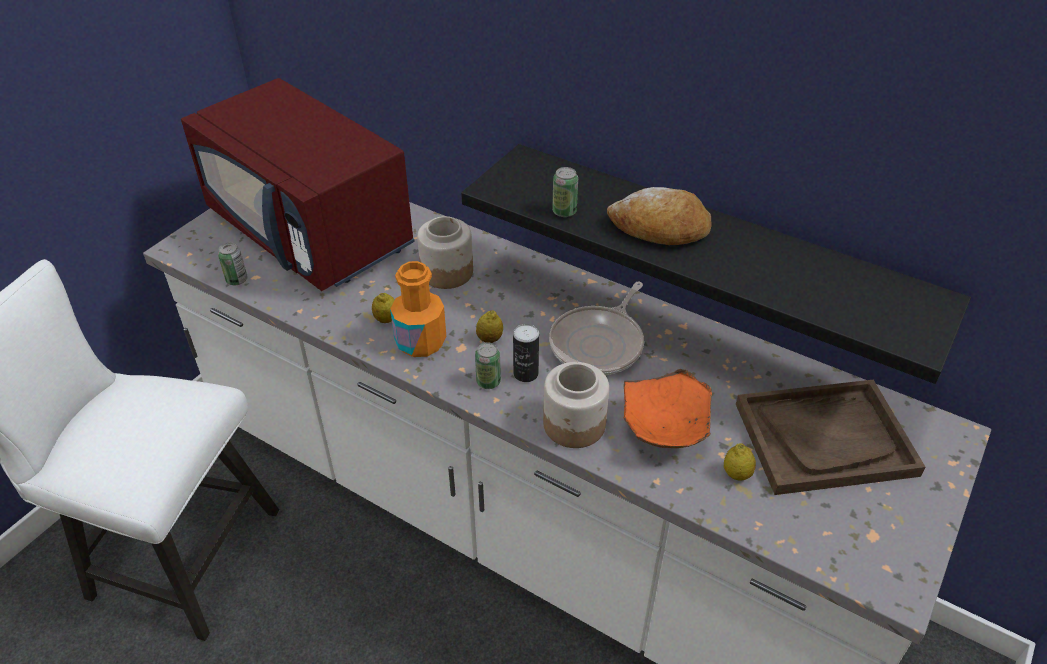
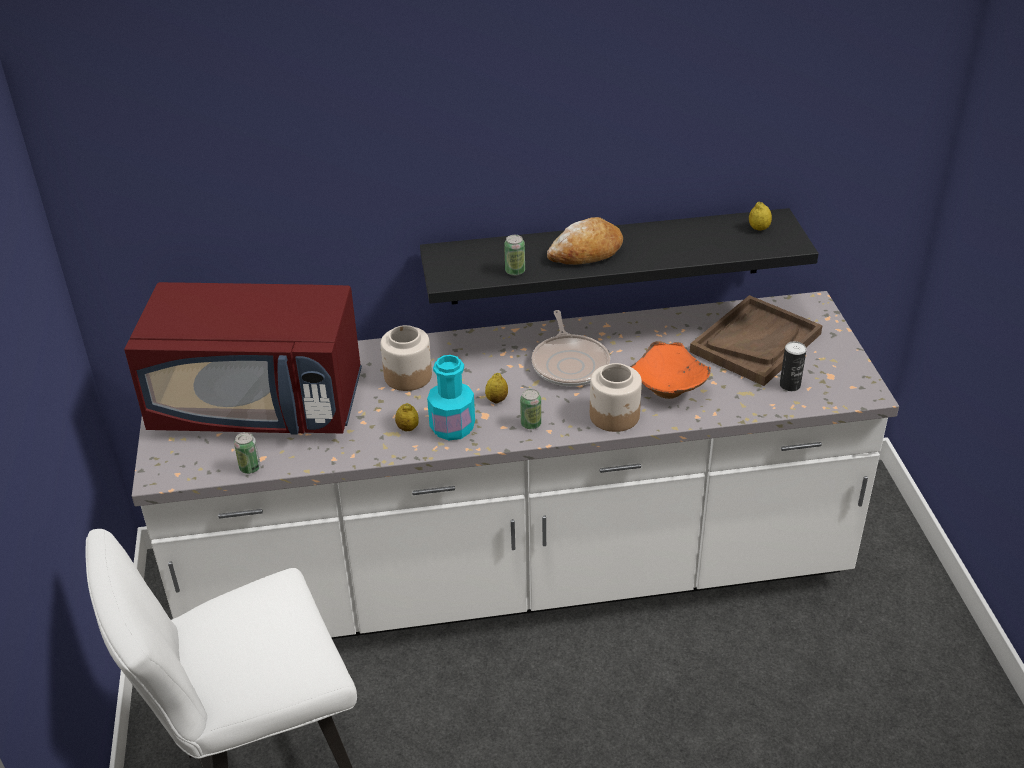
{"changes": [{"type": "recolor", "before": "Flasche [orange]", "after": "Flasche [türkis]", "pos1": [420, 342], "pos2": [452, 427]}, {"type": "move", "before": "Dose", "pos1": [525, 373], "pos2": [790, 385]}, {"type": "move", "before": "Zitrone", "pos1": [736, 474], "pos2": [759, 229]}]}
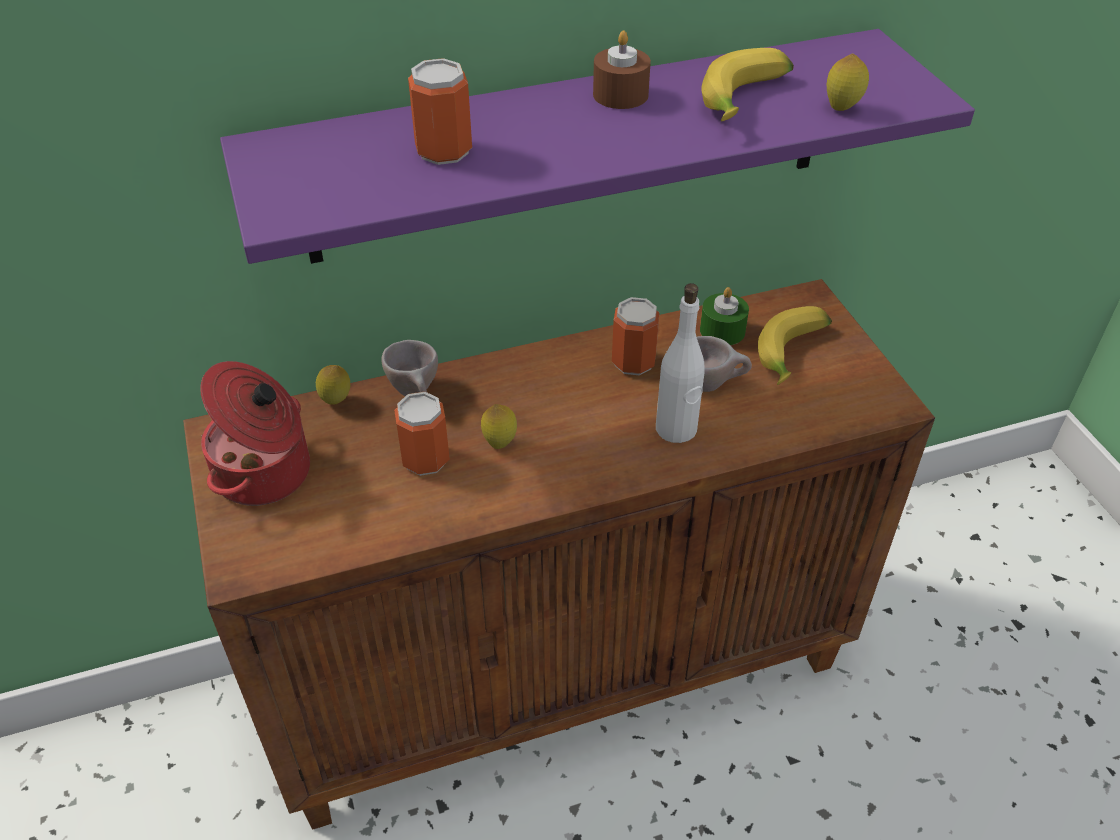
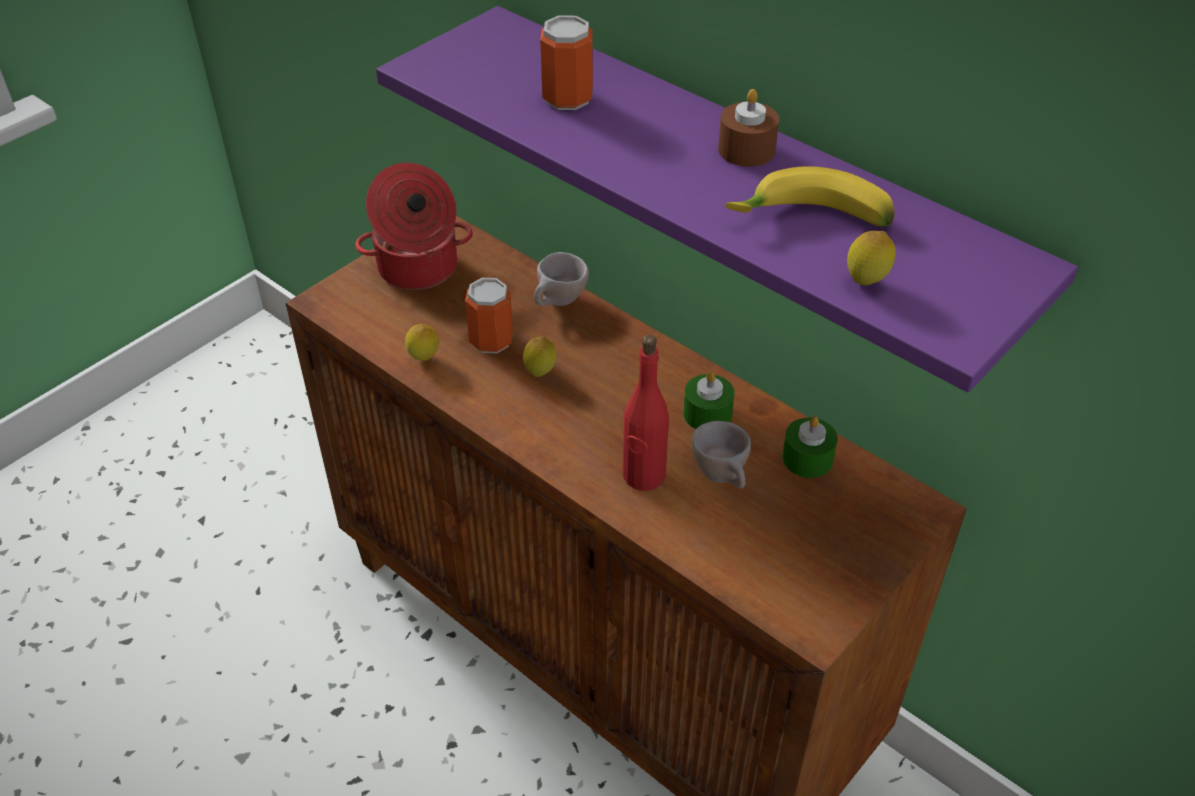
{"changes": [{"type": "move", "before": "Zitrone", "pos1": [336, 402], "pos2": [424, 359]}, {"type": "replace", "before": "Dose", "after": "Kerze [grün]", "pos1": [633, 362], "pos2": [707, 414]}, {"type": "recolor", "before": "Flasche [weiß]", "after": "Flasche [rot]", "pos1": [676, 429], "pos2": [643, 475]}, {"type": "delete", "before": "Banane", "pos1": [794, 355]}]}
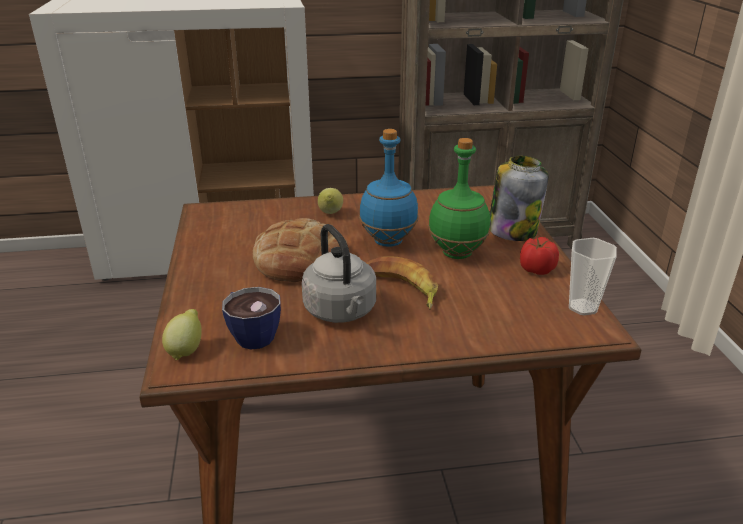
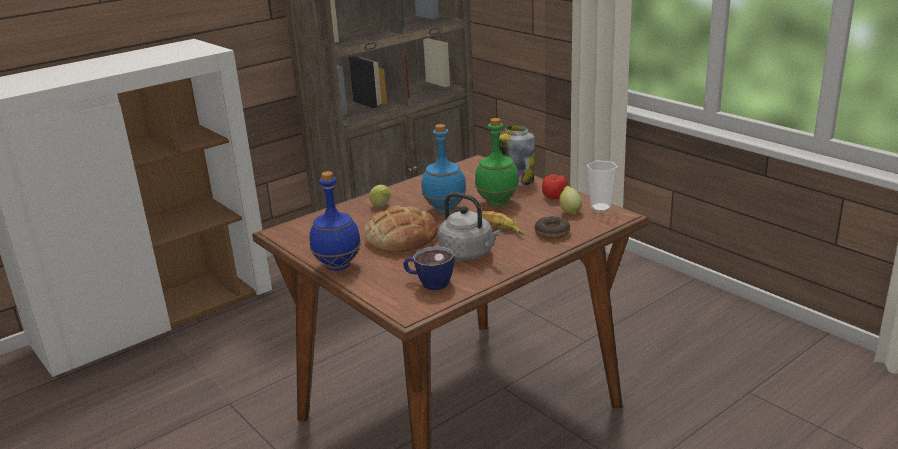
{"changes": [{"type": "move", "before": "Zitrone", "pos1": [186, 350], "pos2": [569, 211]}, {"type": "insert", "after": "Flasche [blau]", "pos2": [338, 266]}, {"type": "insert", "after": "Donut", "pos2": [552, 233]}]}
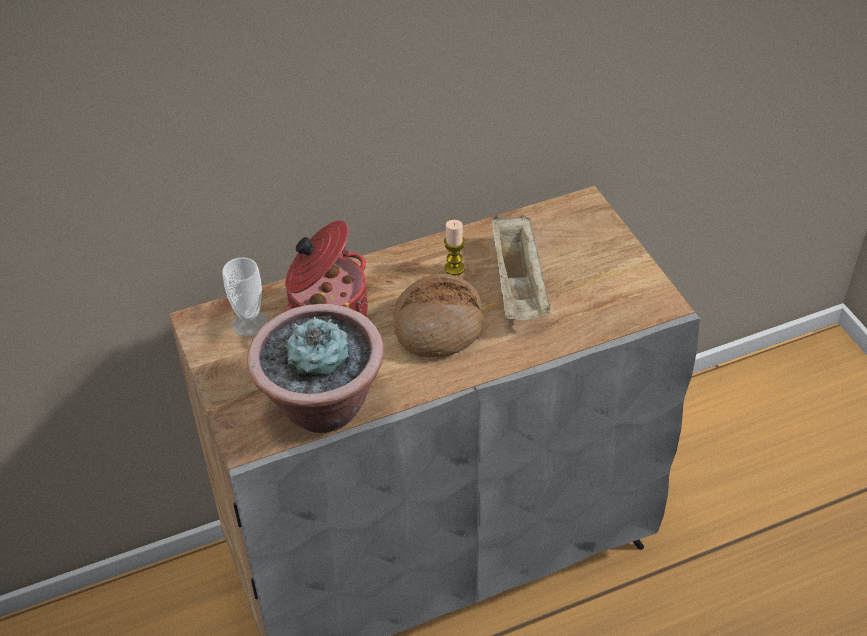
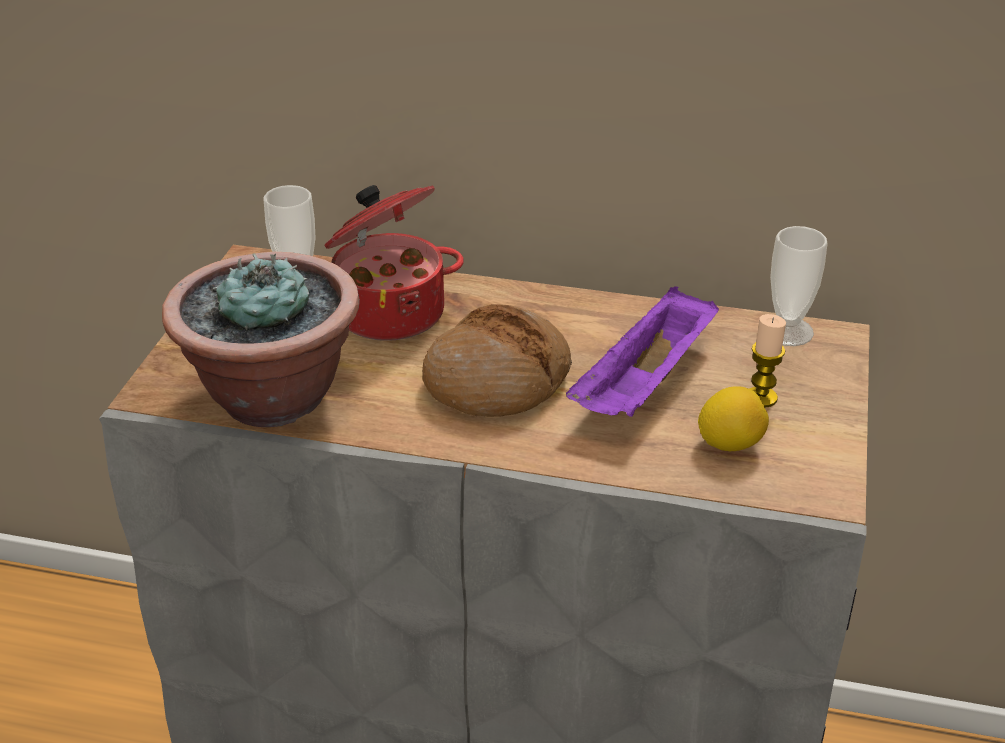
{"changes": [{"type": "move", "before": "Kerze", "pos1": [454, 268], "pos2": [761, 397]}, {"type": "recolor", "before": "Tablett [beige]", "after": "Tablett [lila]", "pos1": [519, 286], "pos2": [645, 385]}, {"type": "insert", "after": "Zitrone", "pos2": [730, 444]}, {"type": "insert", "after": "Tasse", "pos2": [787, 331]}]}
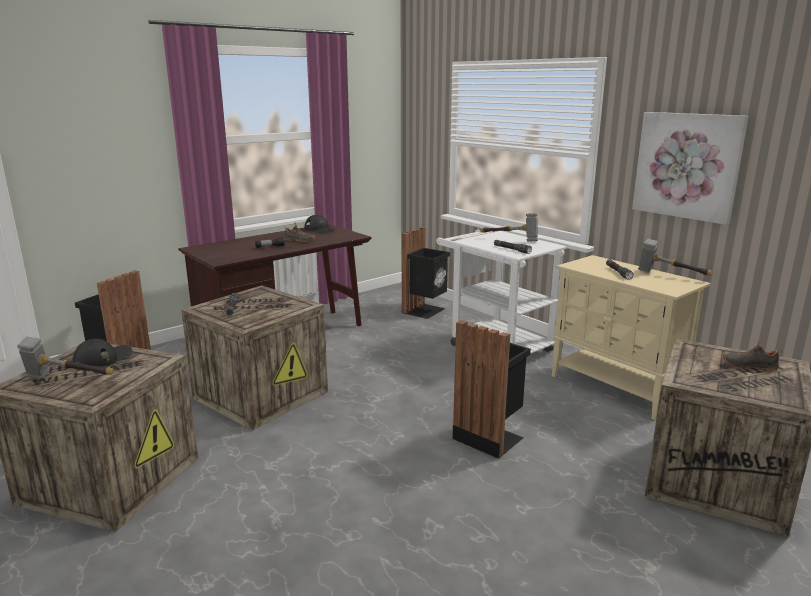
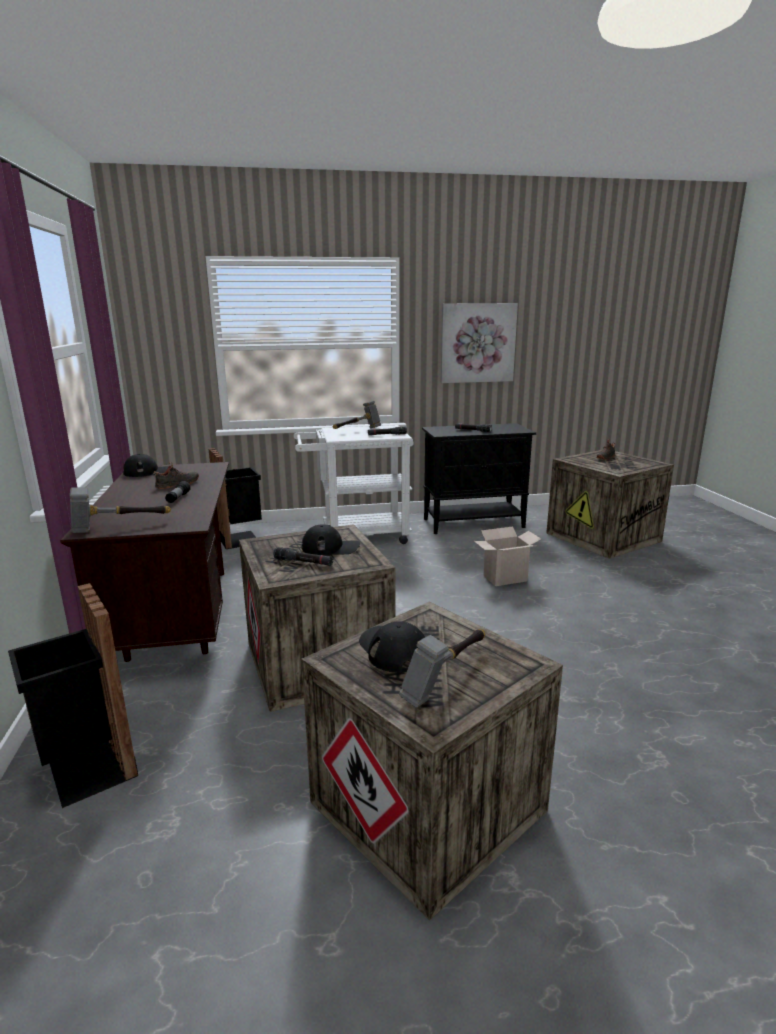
{"changes": [{"type": "replace", "before": "Mülleimer [schwarz]", "after": "Karton", "pos1": [489, 436], "pos2": [504, 579]}, {"type": "recolor", "before": "Schrank [beige]", "after": "Schrank [schwarz]", "pos1": [617, 388], "pos2": [474, 523]}, {"type": "move", "before": "Hammer", "pos1": [670, 275], "pos2": [119, 527]}, {"type": "insert", "after": "Kappe [schwarz]", "pos2": [331, 548]}]}
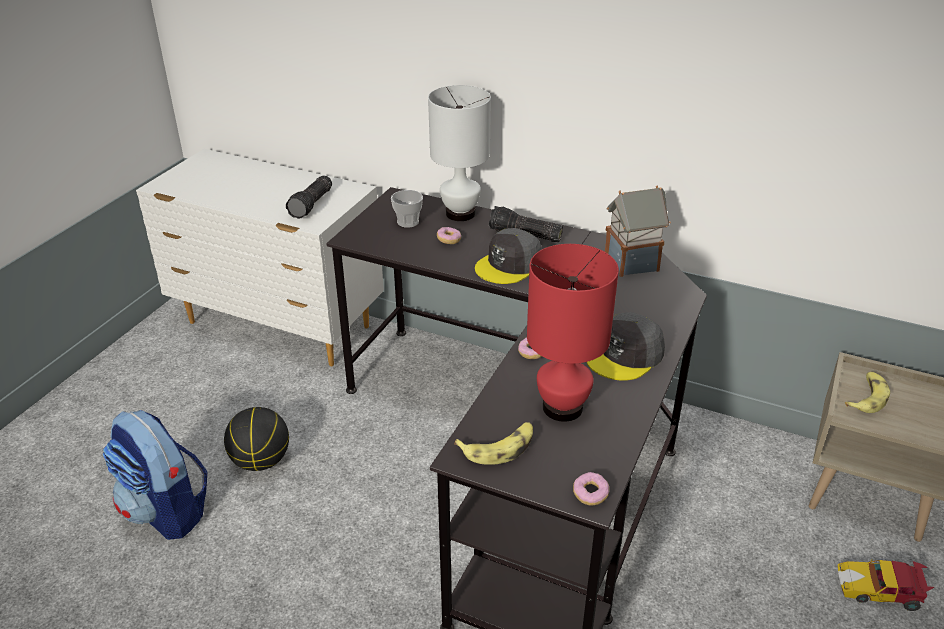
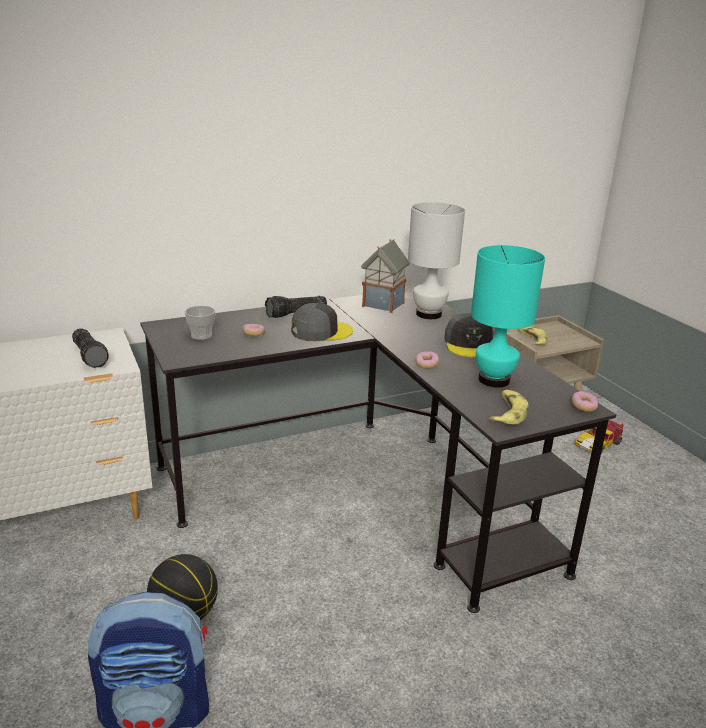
{"changes": [{"type": "move", "before": "Tischlampe [weiß]", "pos1": [459, 214], "pos2": [428, 314]}, {"type": "rotate", "before": "Kappe [grau]", "pos1": [509, 265], "pos2": [321, 331], "turn": -105}, {"type": "recolor", "before": "Tischlampe [rot]", "after": "Tischlampe [türkis]", "pos1": [562, 407], "pos2": [493, 380]}]}
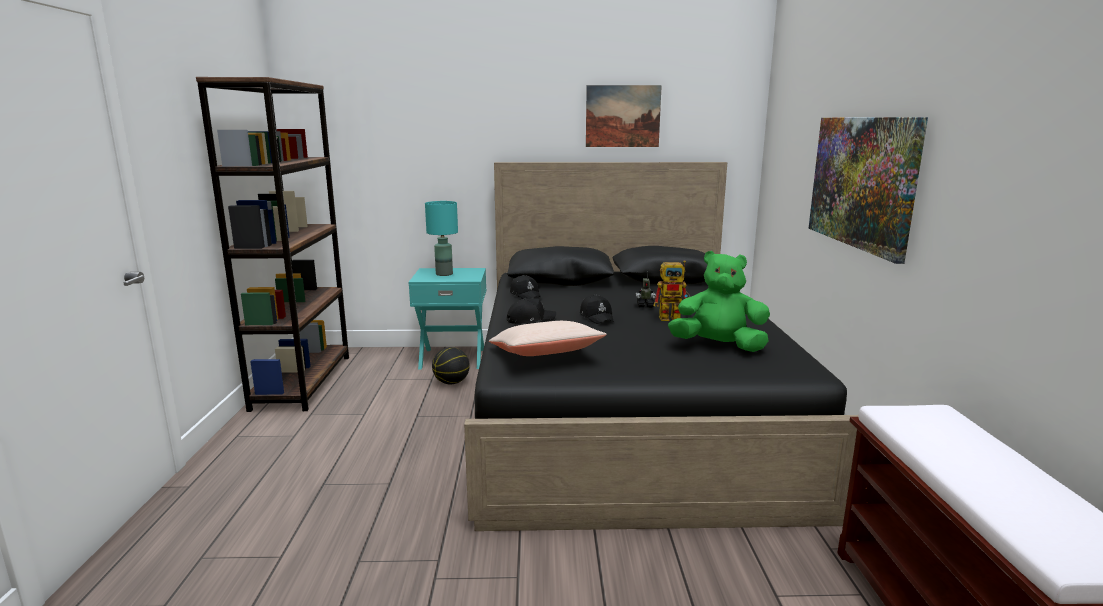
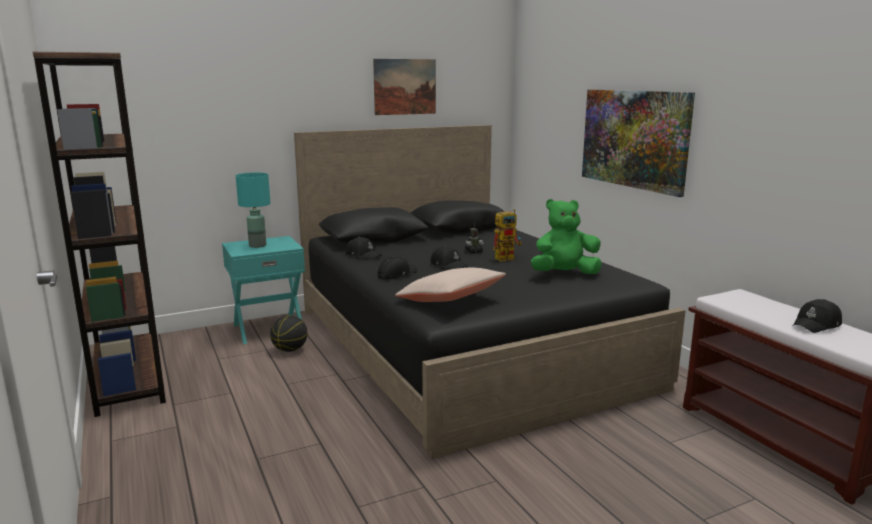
{"changes": [{"type": "insert", "after": "Kappe [schwarz]", "pos2": [817, 325]}]}
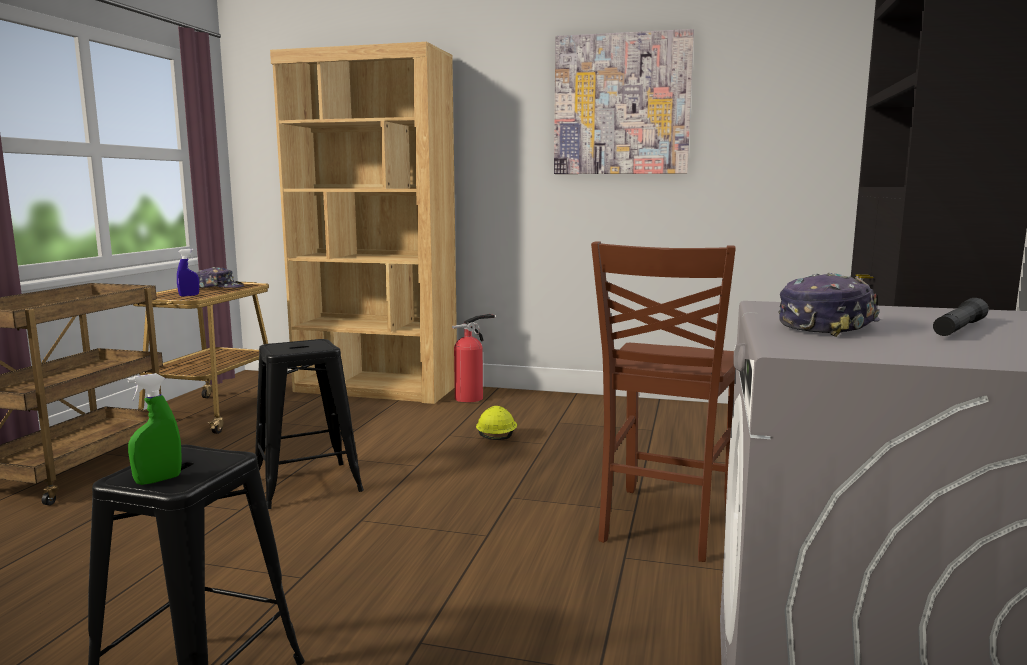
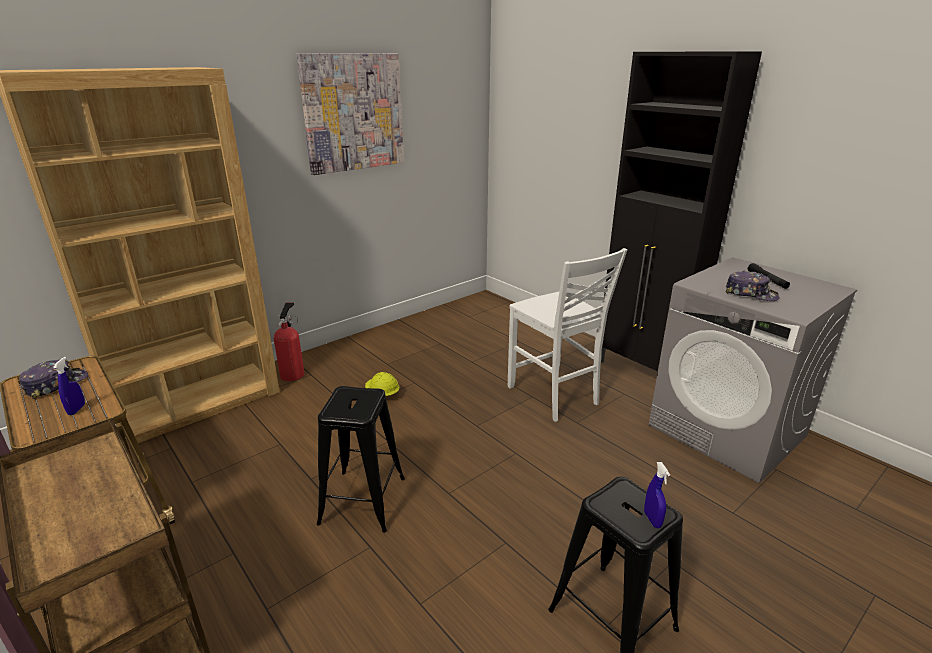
{"changes": [{"type": "recolor", "before": "Sprühflasche [grün]", "after": "Sprühflasche [blau]", "pos1": [158, 480], "pos2": [652, 519]}, {"type": "recolor", "before": "Stuhl [braun]", "after": "Stuhl [weiß]", "pos1": [664, 524], "pos2": [554, 396]}, {"type": "rotate", "before": "Kappe", "pos1": [827, 326], "pos2": [751, 294], "turn": 135}]}
